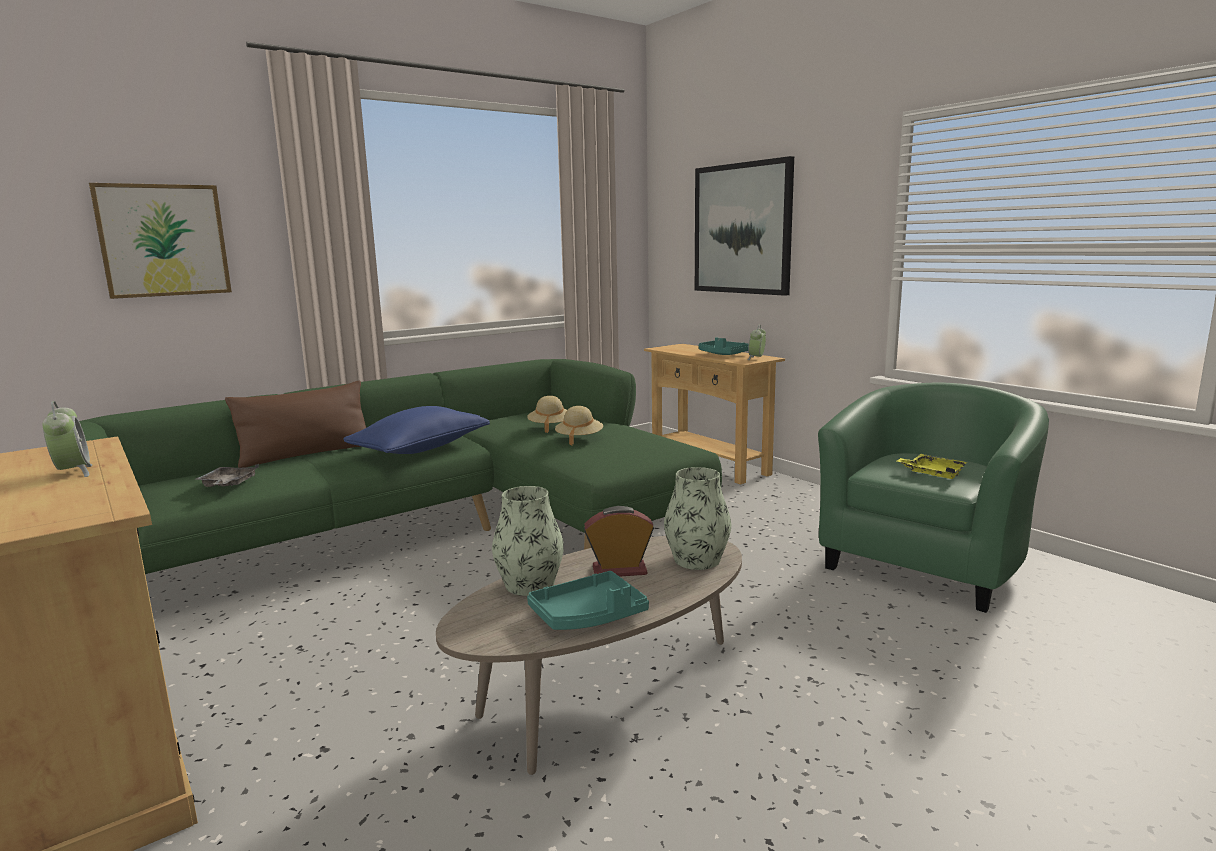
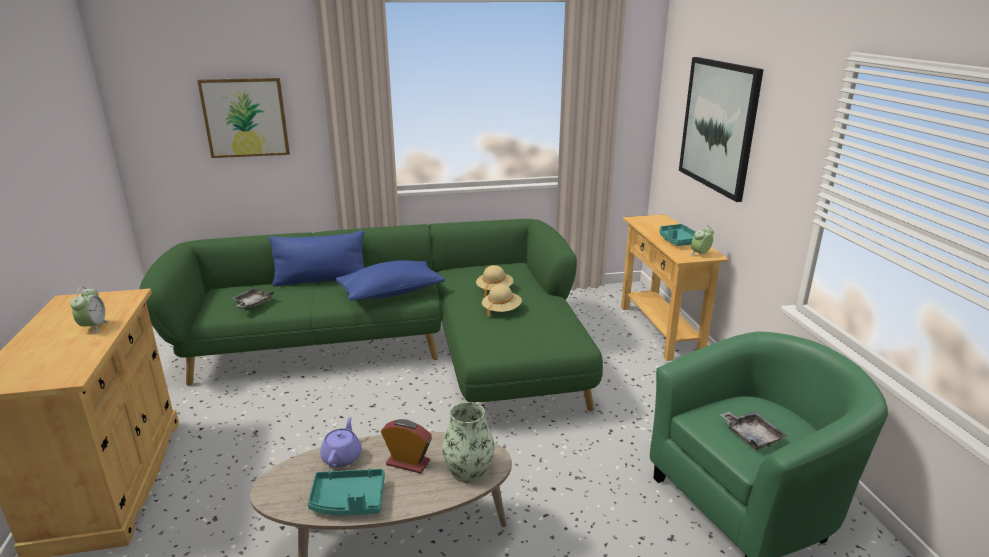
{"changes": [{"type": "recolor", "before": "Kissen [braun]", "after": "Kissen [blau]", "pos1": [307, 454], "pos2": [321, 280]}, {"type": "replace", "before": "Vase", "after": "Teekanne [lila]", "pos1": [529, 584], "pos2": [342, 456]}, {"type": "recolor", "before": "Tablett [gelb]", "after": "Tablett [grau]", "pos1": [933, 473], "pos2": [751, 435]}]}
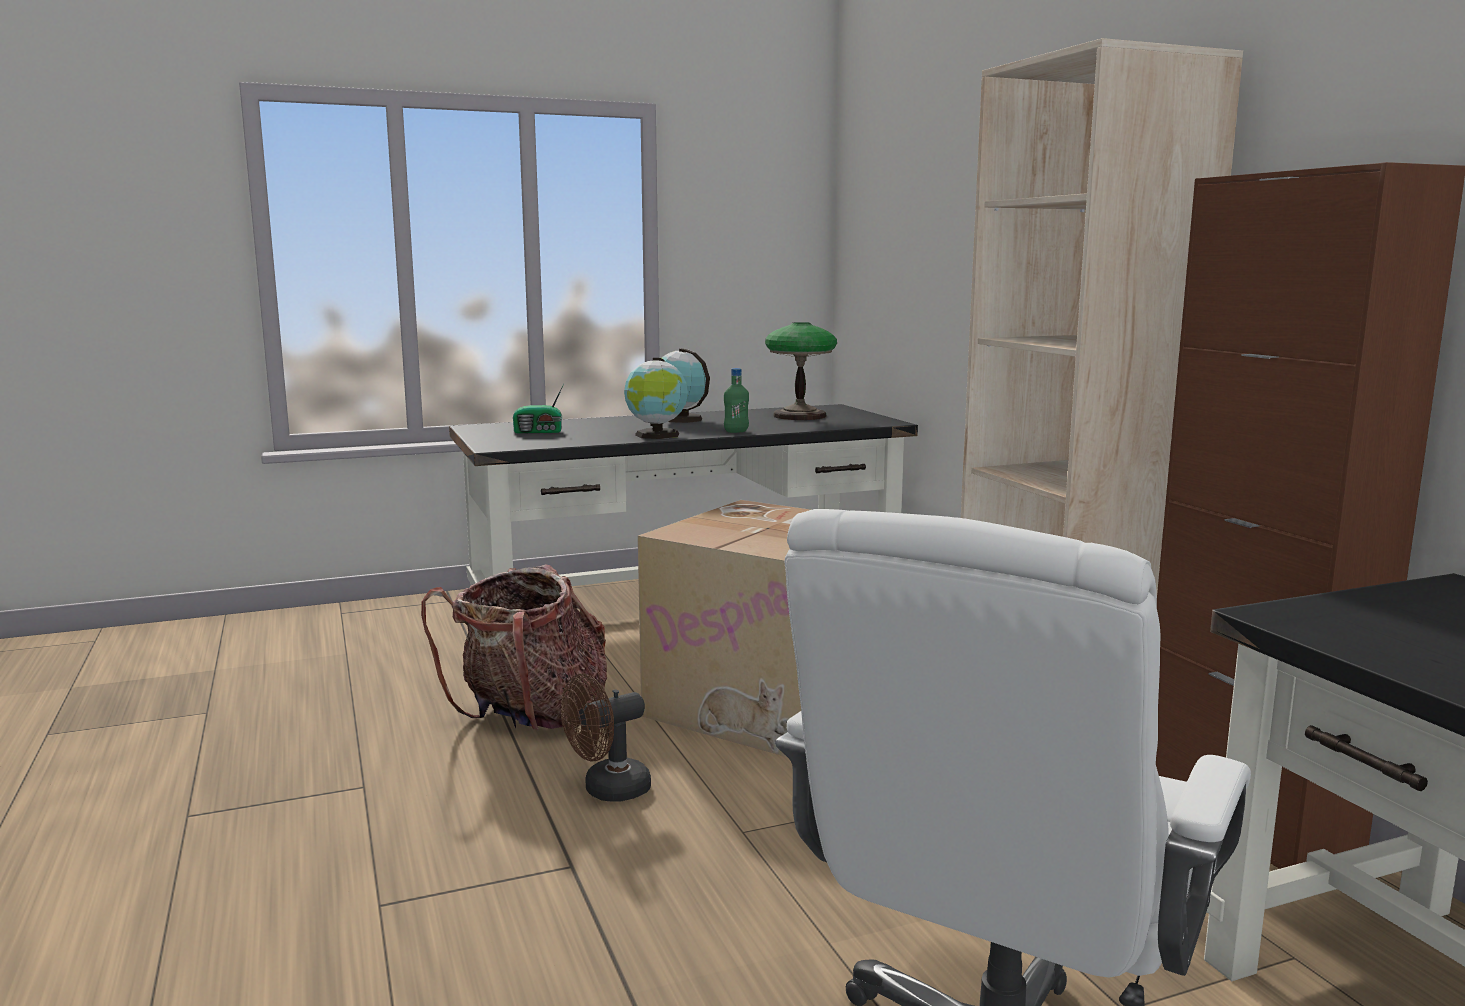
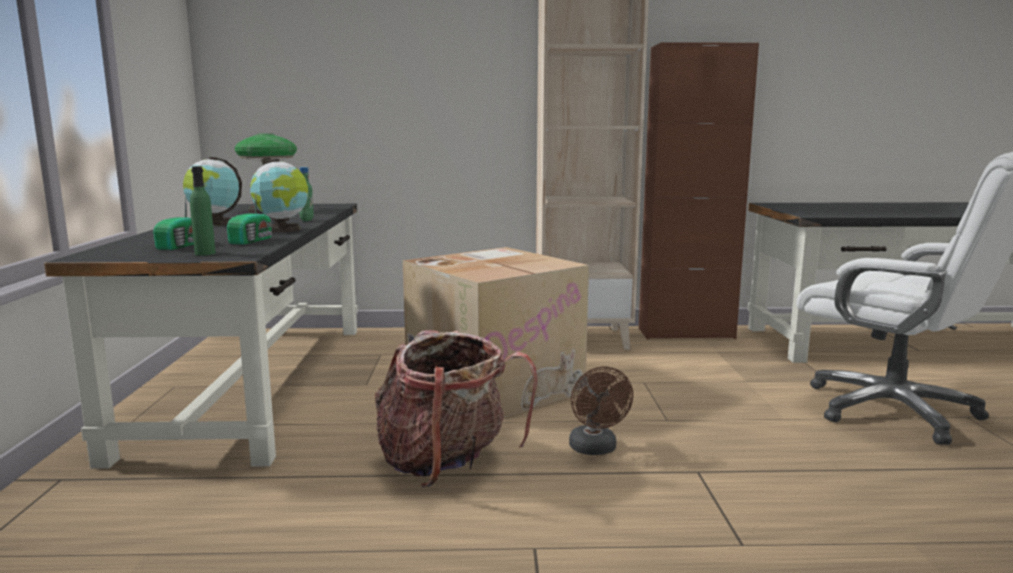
{"changes": [{"type": "insert", "after": "Flasche [grün]", "pos2": [205, 253]}, {"type": "insert", "after": "Radio", "pos2": [253, 240]}]}
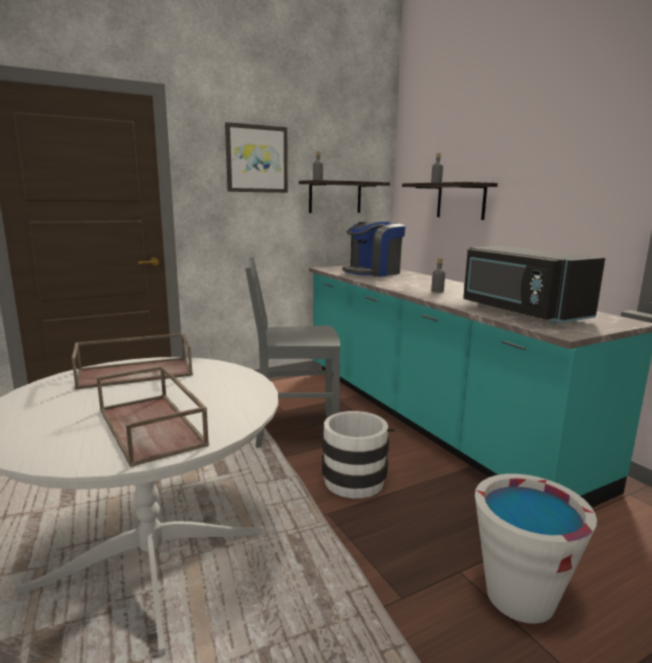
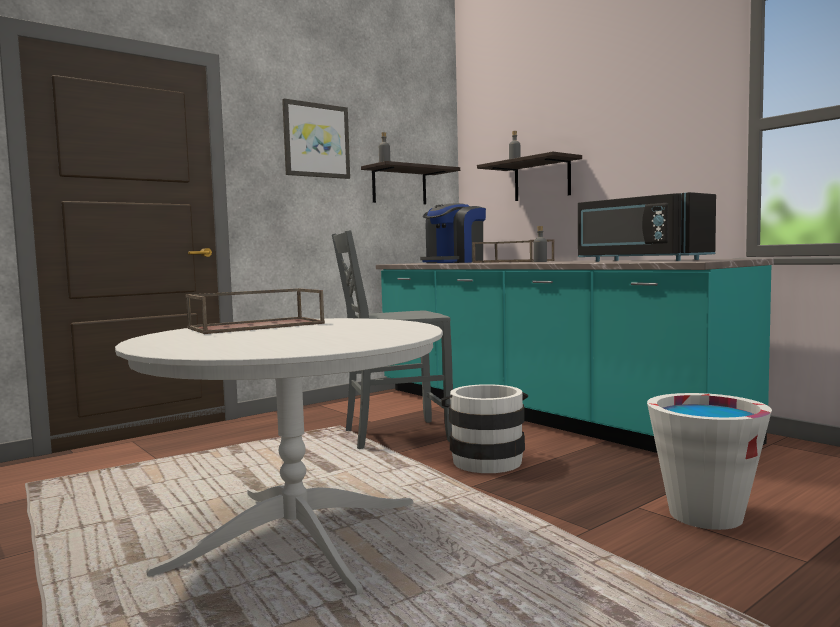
{"changes": [{"type": "move", "before": "Tablett [braun]", "pos1": [152, 427], "pos2": [514, 261]}]}
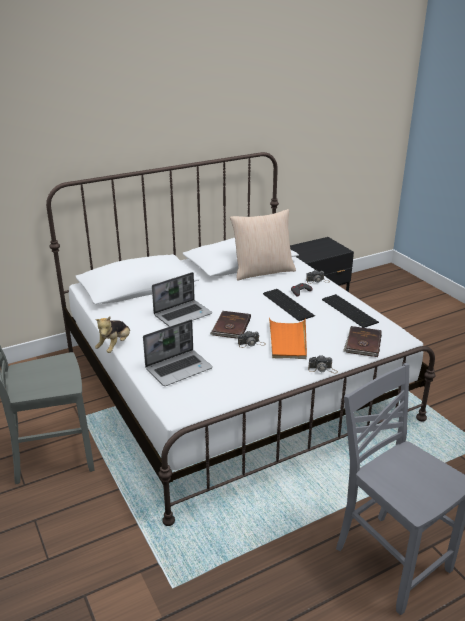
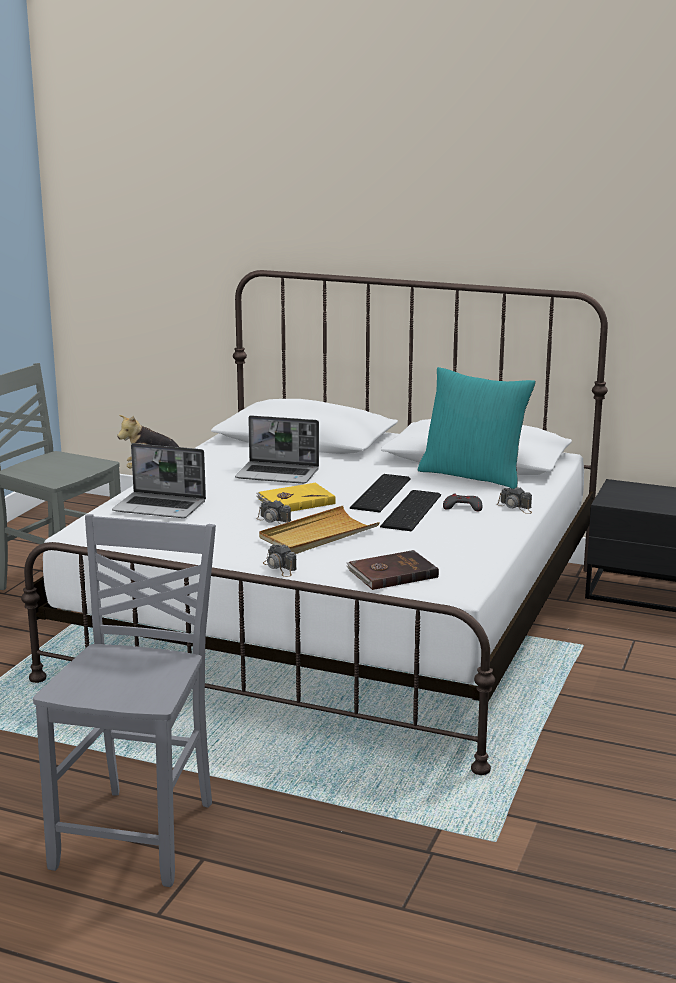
{"changes": [{"type": "recolor", "before": "Buch [braun]", "after": "Buch [gelb]", "pos1": [230, 327], "pos2": [295, 501]}, {"type": "recolor", "before": "Kissen [beige]", "after": "Kissen [türkis]", "pos1": [262, 271], "pos2": [473, 475]}, {"type": "recolor", "before": "Tablett [orange]", "after": "Tablett [beige]", "pos1": [288, 341], "pos2": [318, 535]}, {"type": "move", "before": "Tastatur", "pos1": [349, 310], "pos2": [383, 493]}]}
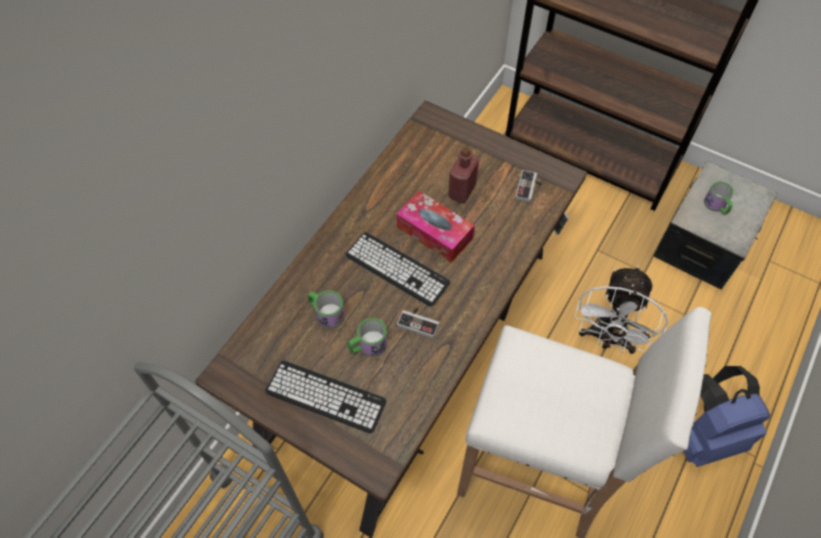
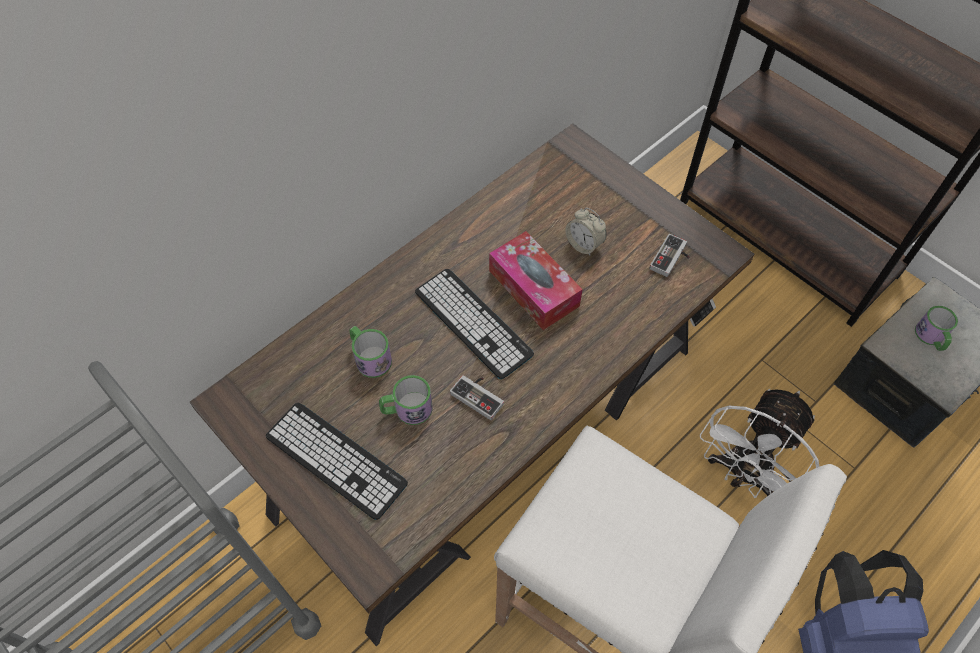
{"changes": [{"type": "replace", "before": "Flasche [rot]", "after": "Wecker", "pos1": [461, 191], "pos2": [584, 244]}]}
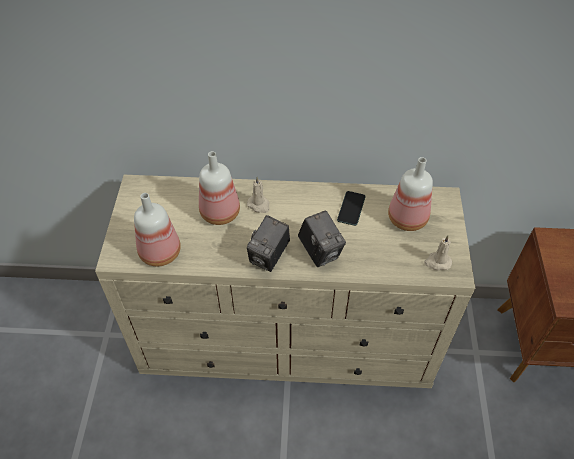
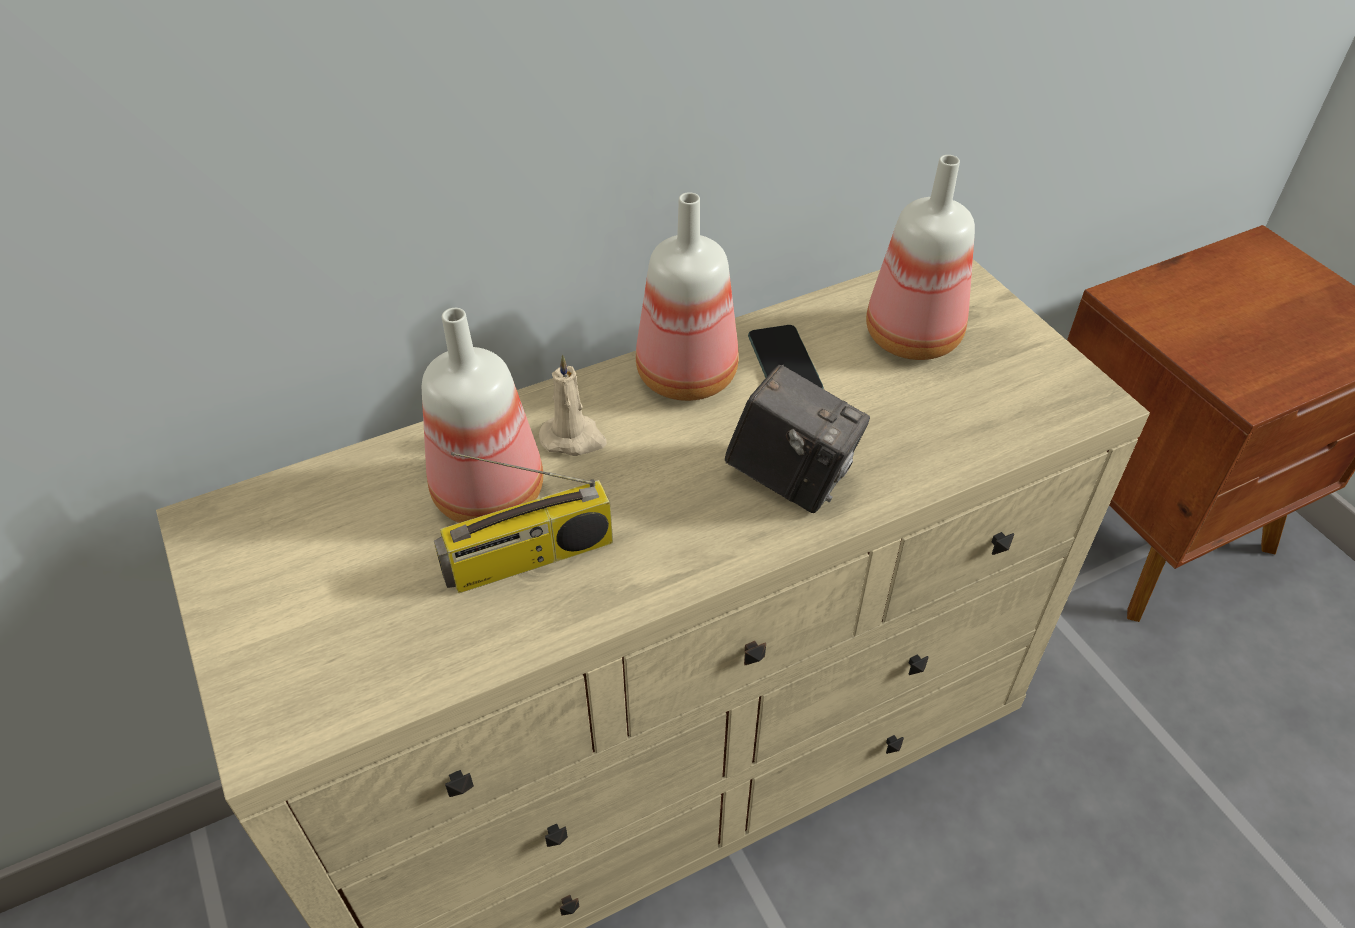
{"changes": [{"type": "move", "before": "Flasche", "pos1": [159, 252], "pos2": [683, 375]}, {"type": "delete", "before": "Kamera", "pos1": [269, 256]}, {"type": "delete", "before": "Kerze [beige]", "pos1": [437, 262]}, {"type": "insert", "after": "Radio", "pos2": [529, 559]}]}
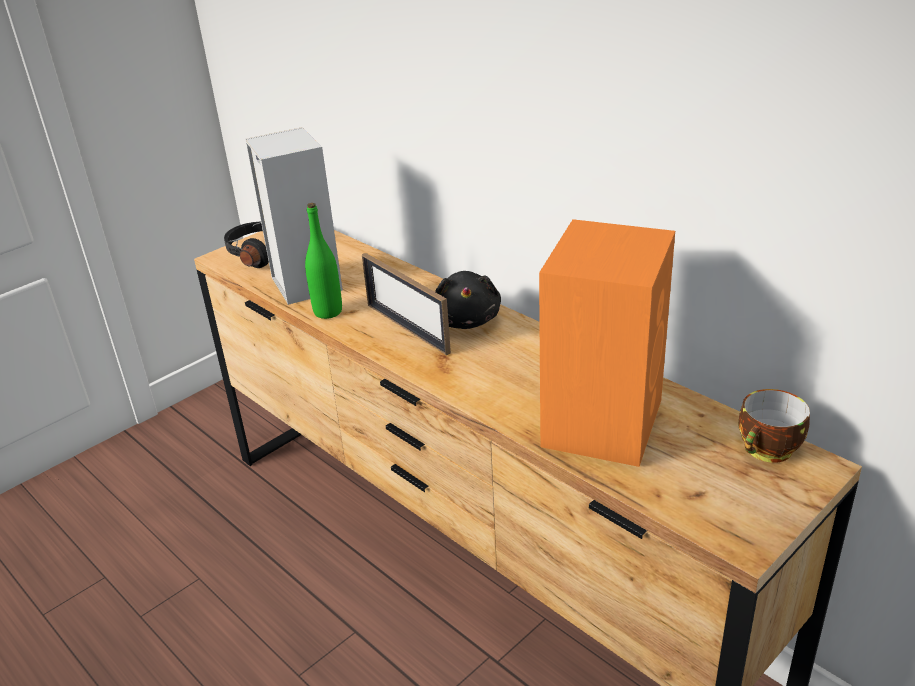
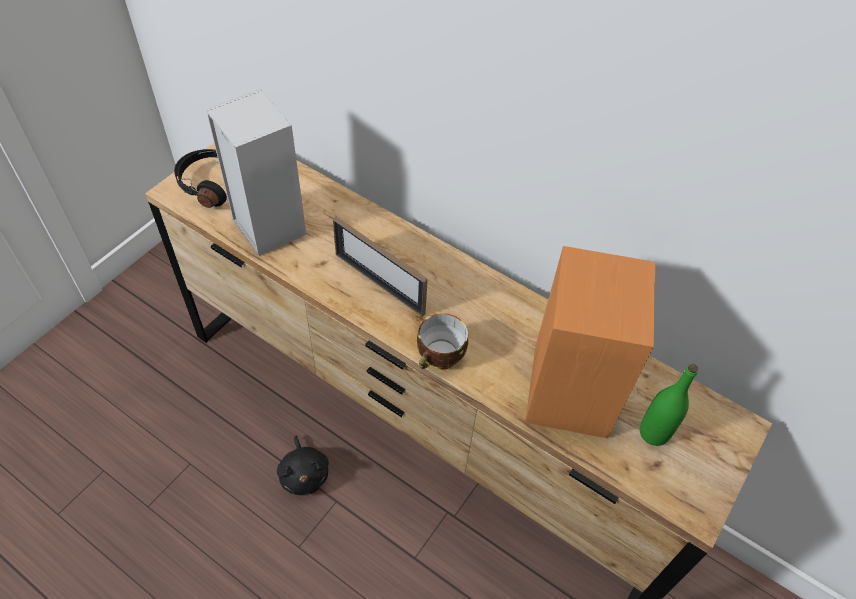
{"changes": [{"type": "move", "before": "Flasche [grün]", "pos1": [328, 312], "pos2": [653, 433]}, {"type": "move", "before": "Plüschtier [schwarz]", "pos1": [467, 320], "pos2": [304, 474]}, {"type": "move", "before": "Tasse", "pos1": [768, 451], "pos2": [440, 357]}]}
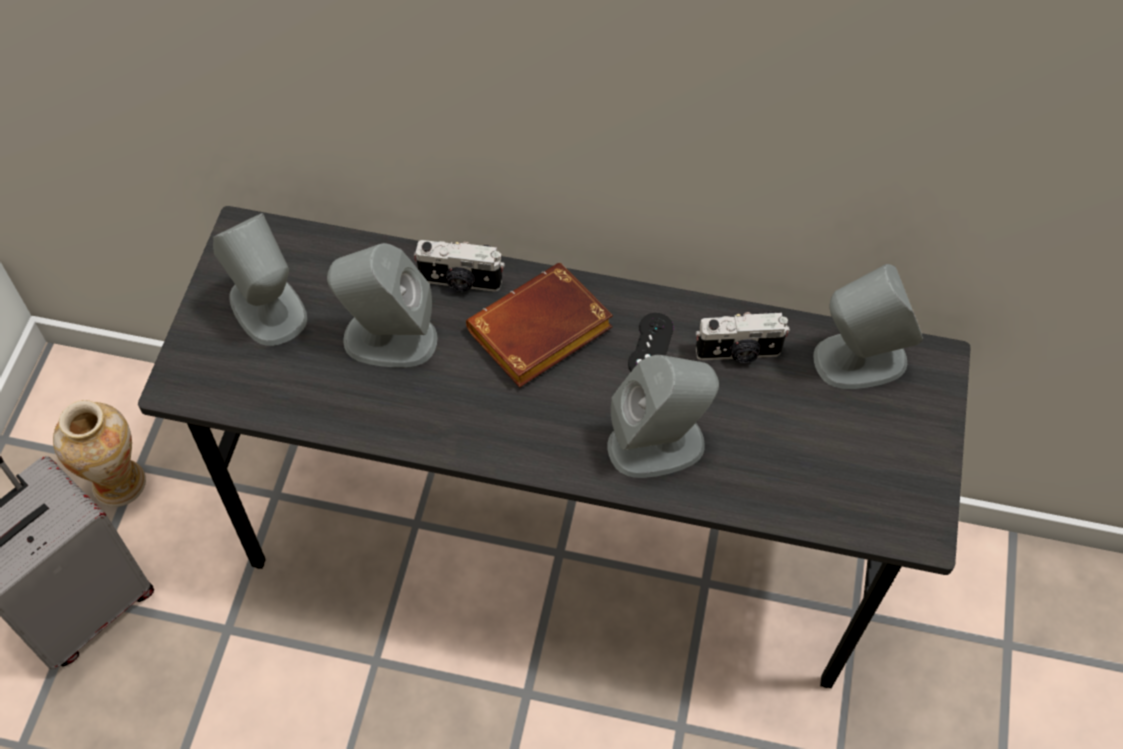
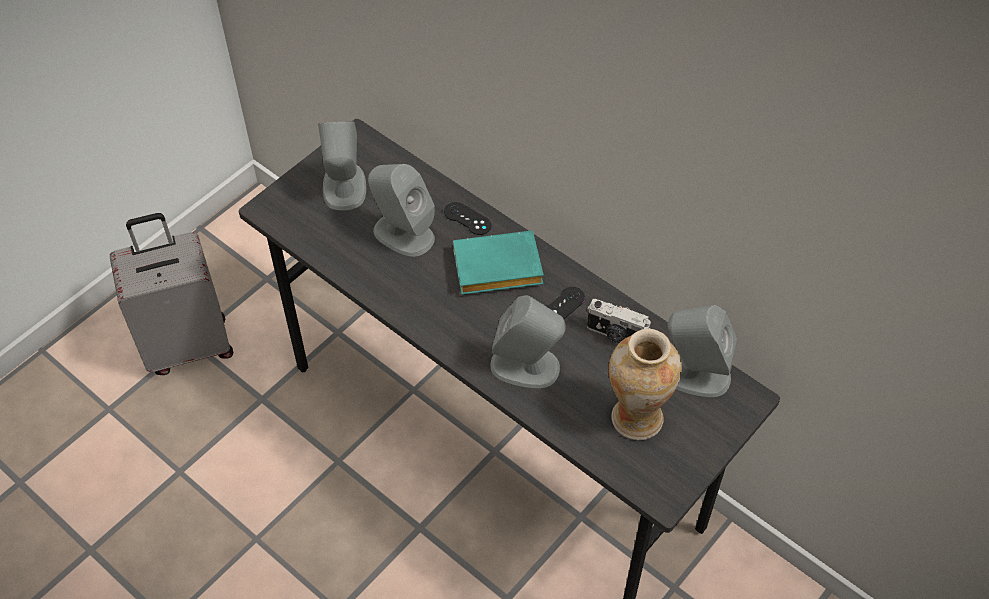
{"changes": [{"type": "move", "before": "Vase", "pos1": [118, 483], "pos2": [636, 418]}, {"type": "replace", "before": "Kamera", "after": "Gamepad [schwarz]", "pos1": [460, 282], "pos2": [467, 219]}, {"type": "recolor", "before": "Buch [braun]", "after": "Buch [türkis]", "pos1": [539, 335], "pos2": [495, 270]}]}
